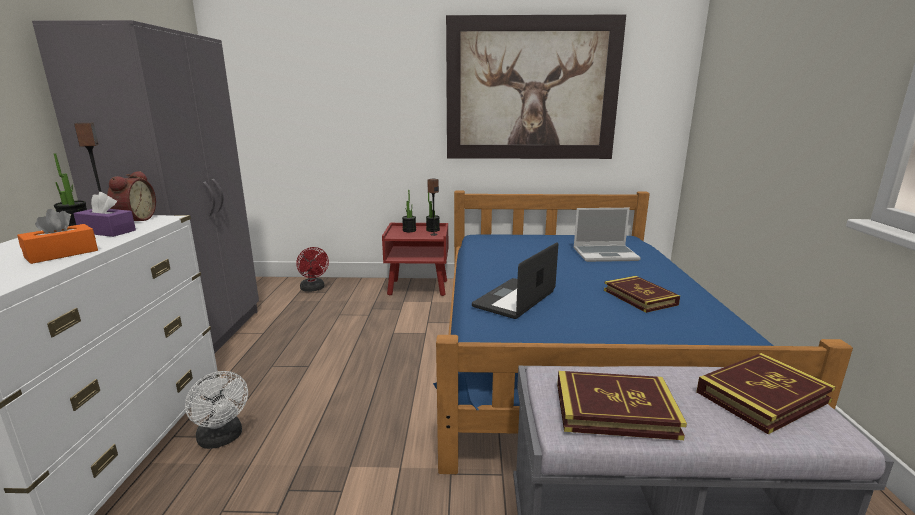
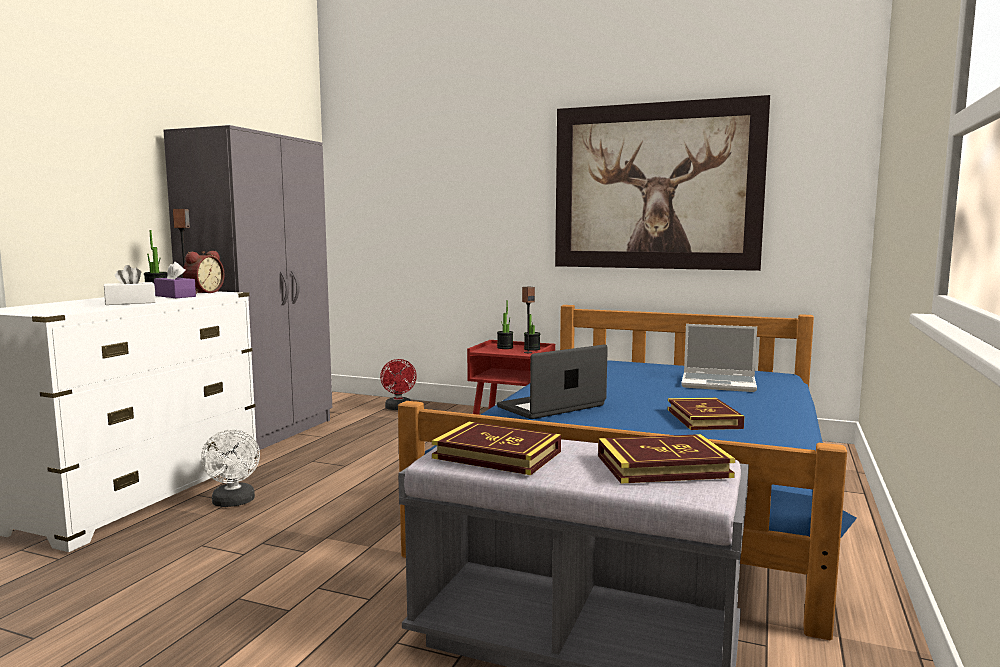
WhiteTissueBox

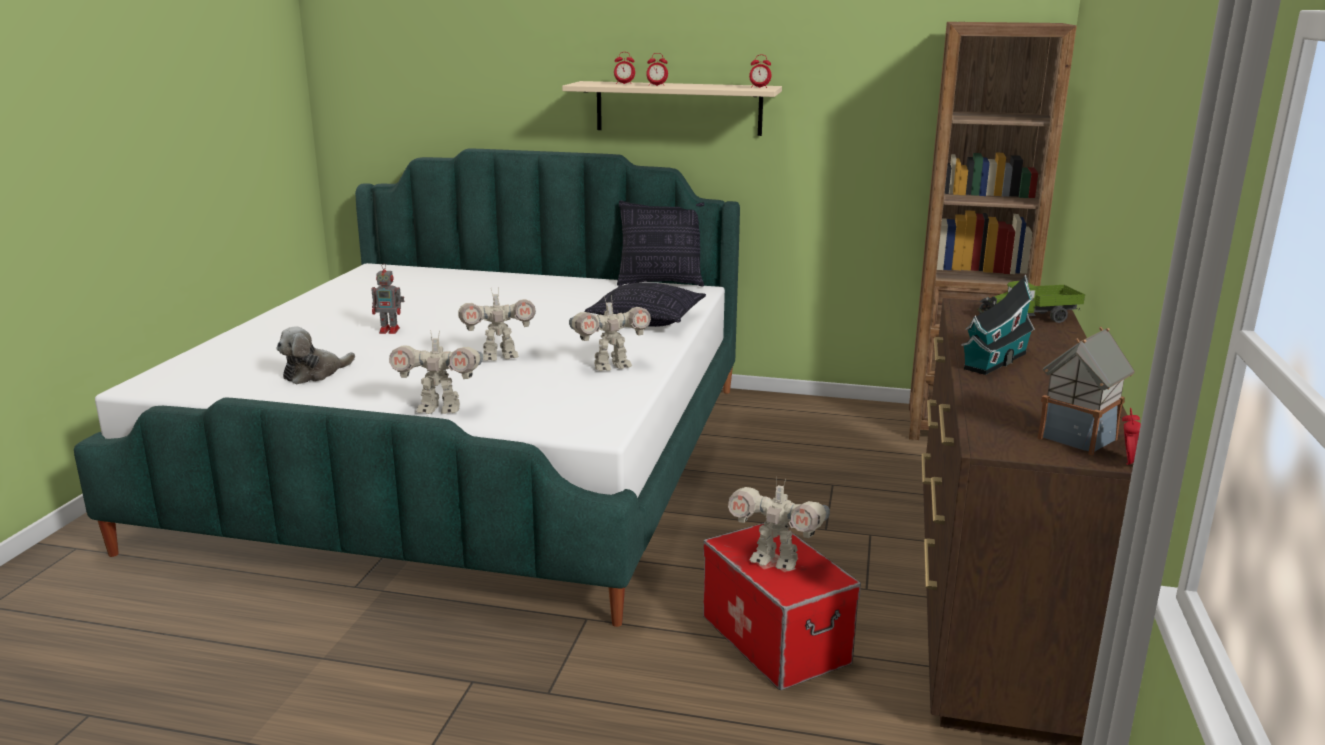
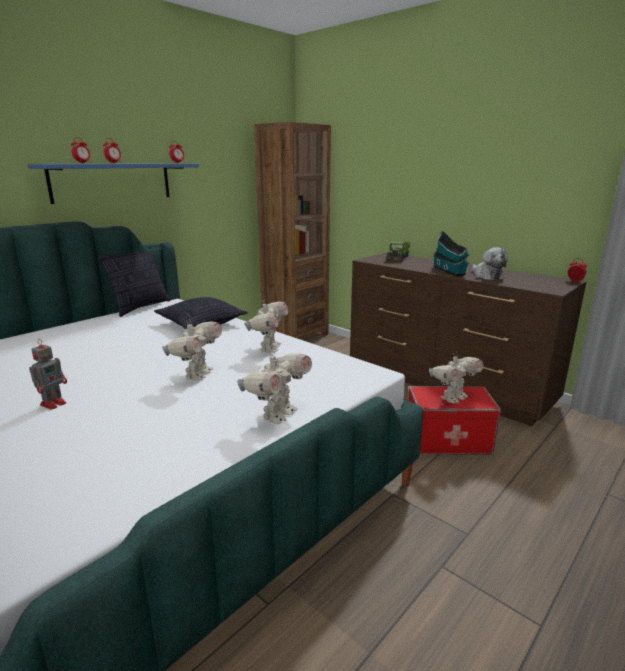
PlushToy
BlueShelf
MiniatureHouse (no. 2 from left in the first image)

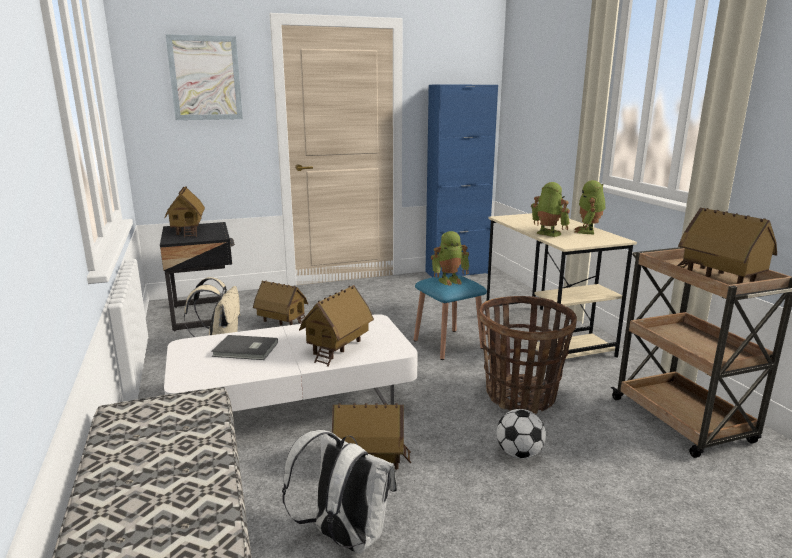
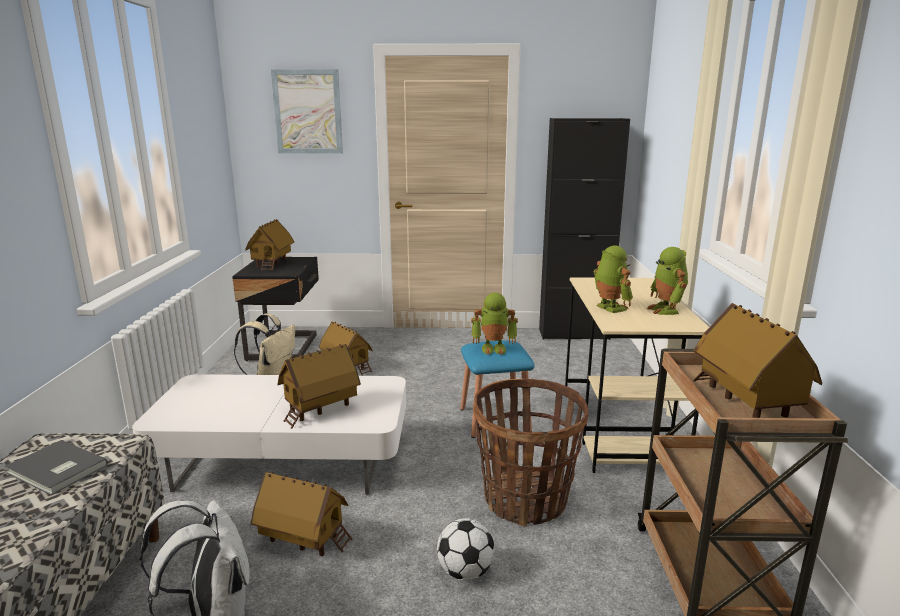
GreyVolume
BlackStorageCabinet
ToyRobot (no. 3 from left)

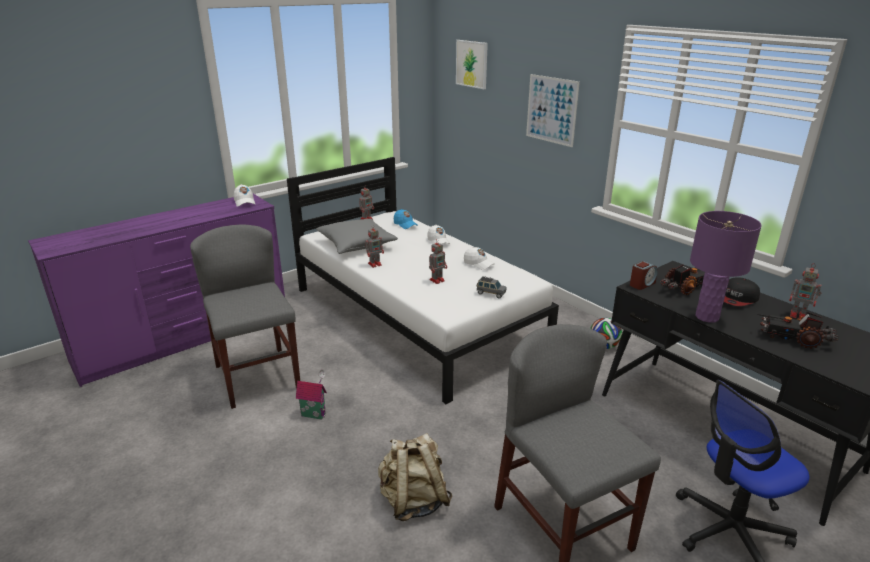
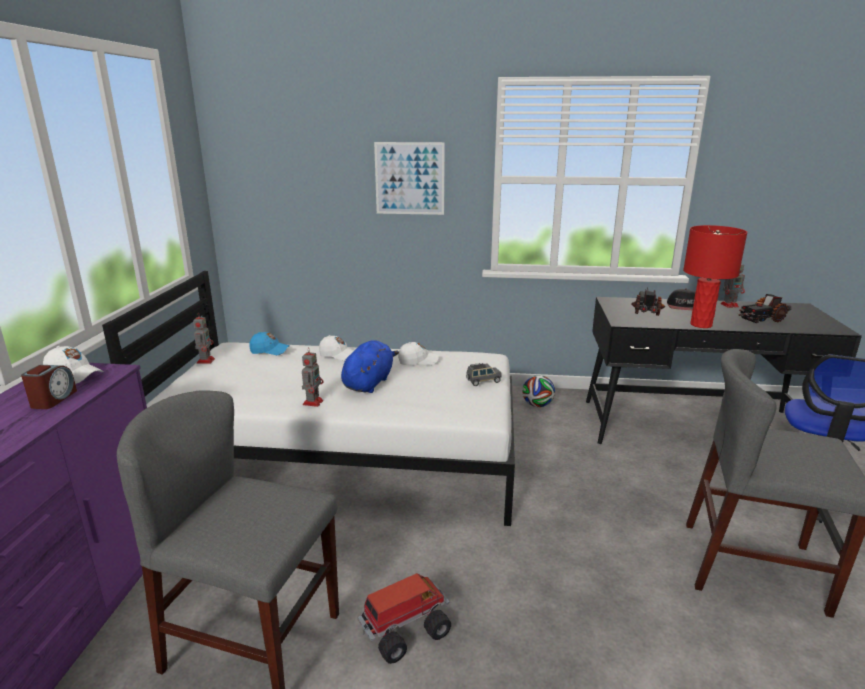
ToyLorry (no. 1 from left)
GreyPillow
BeigeColouredRucksack
ToyRobot (no. 3 from left in the first image)
Picture (no. 1 from left in the first image)
AlarmClock
RedColouredTabletopLamp
BluePlushToy

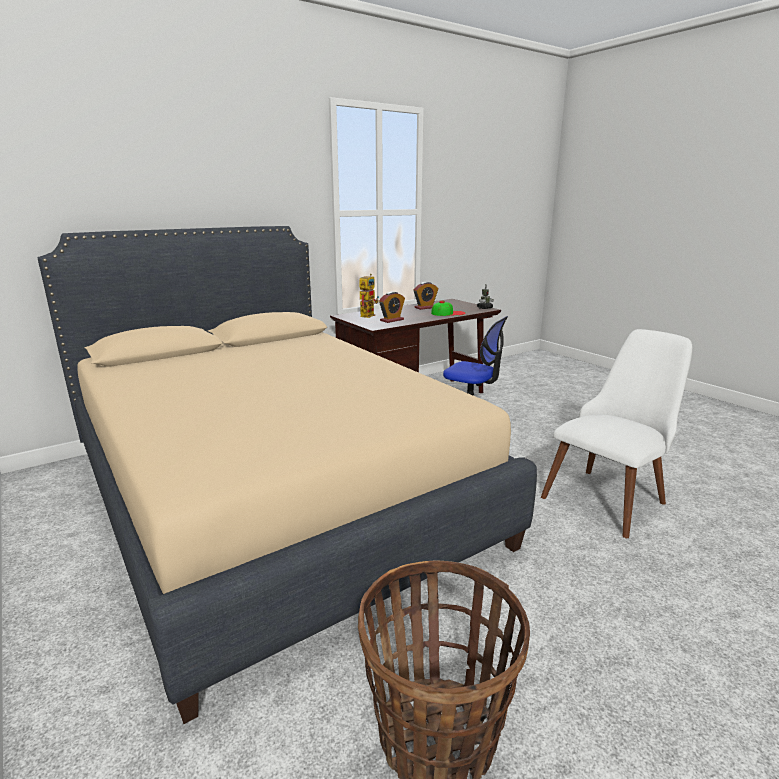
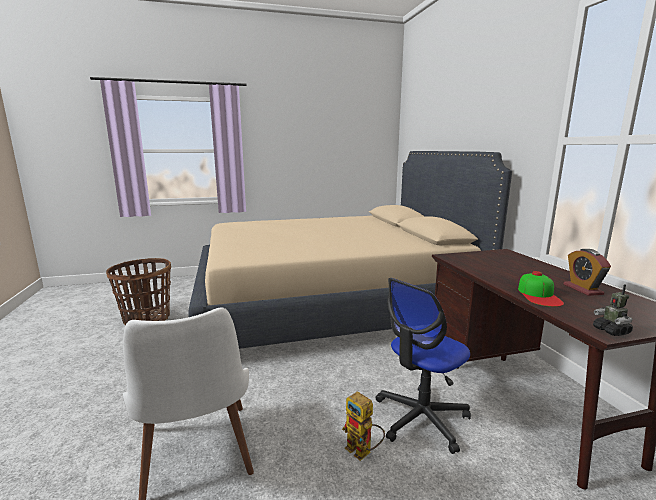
ToyRobot (no. 1 from left)
AlarmClock (no. 1 from left in the first image)

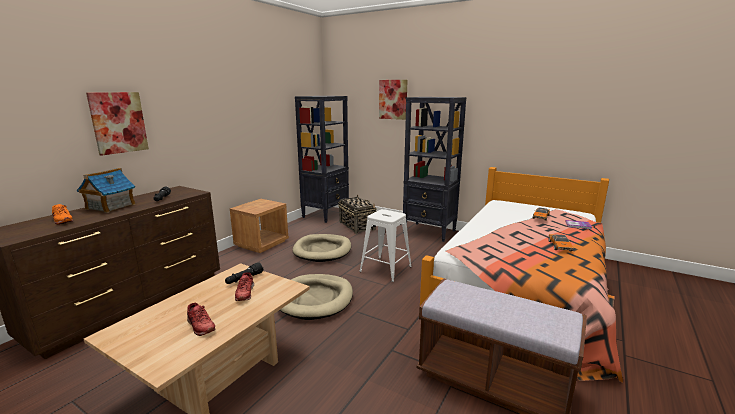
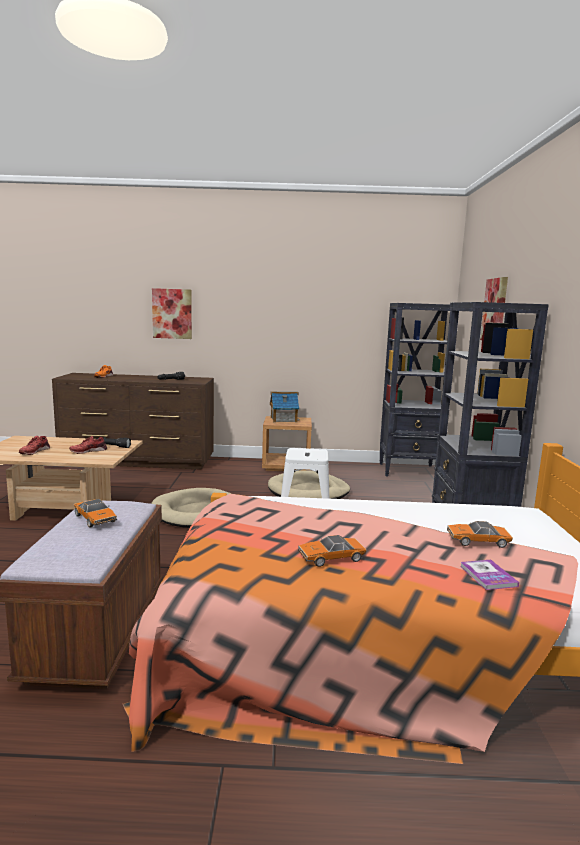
MiniatureHouse
StorageBasket
ToyCar (no. 1 from left)

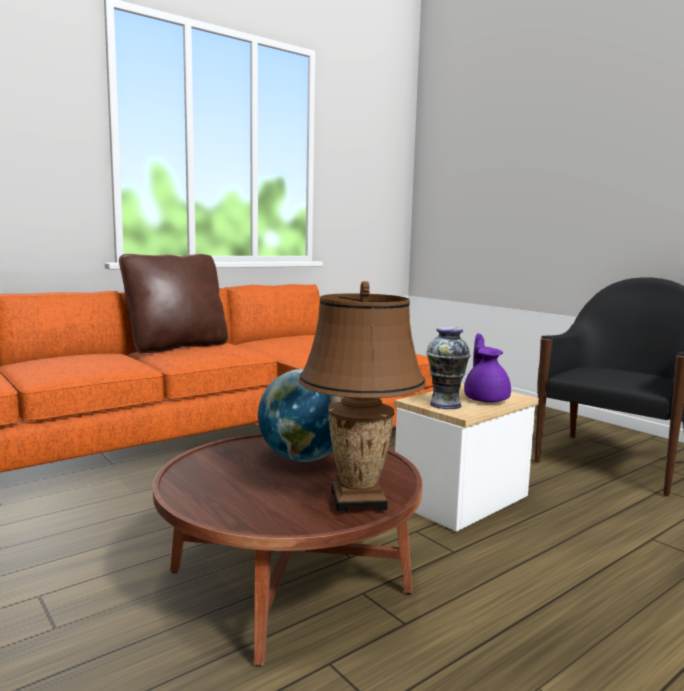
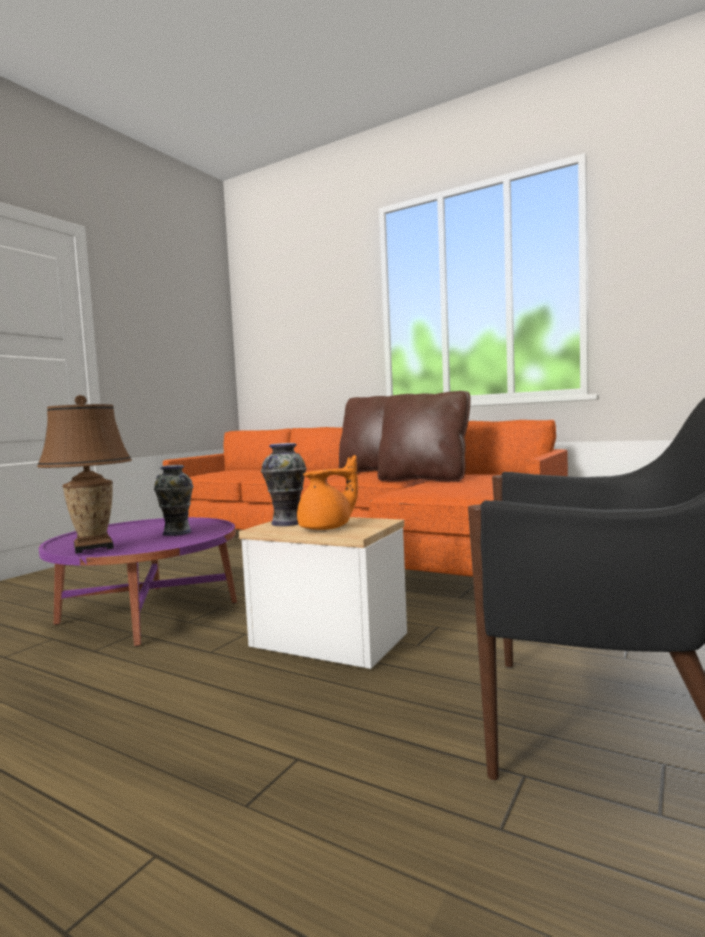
PurpleColouredCoffeeTable
DecorativeVase (no. 1 from left)
OrangeyTeaPot
BrownPillow (no. 2 from left)

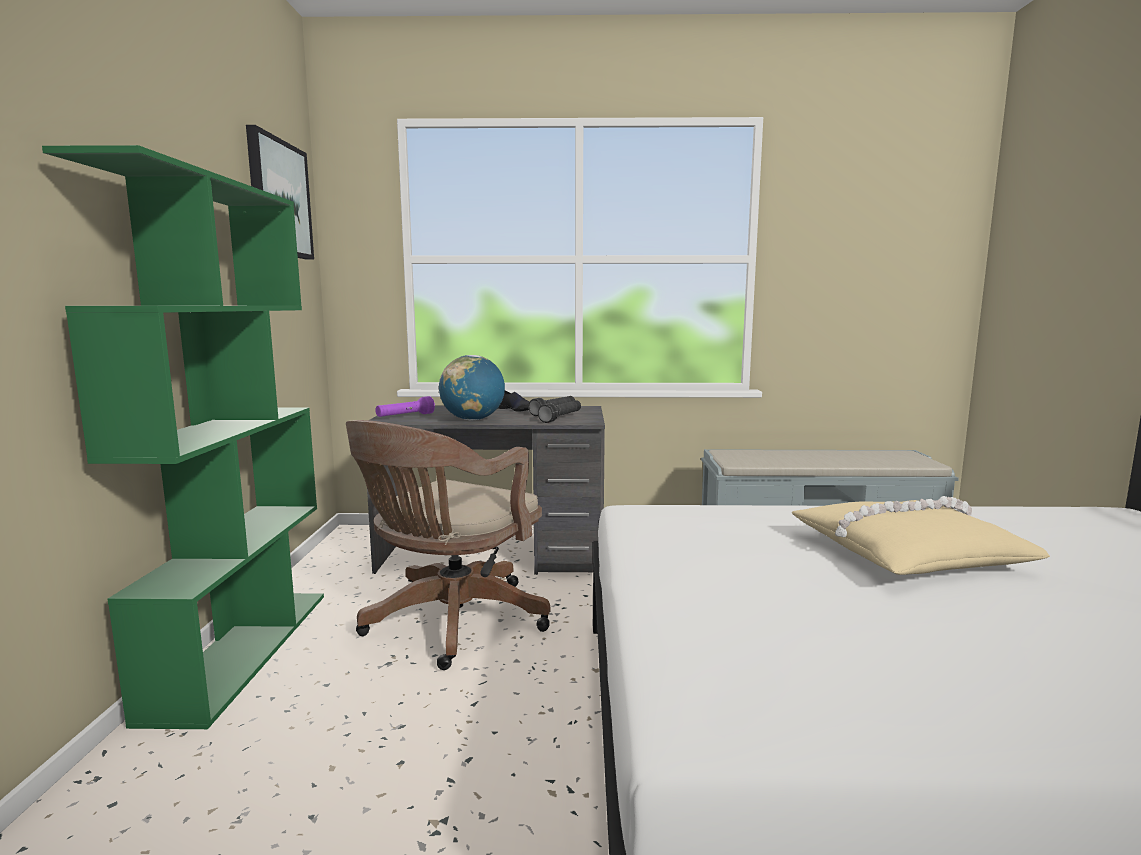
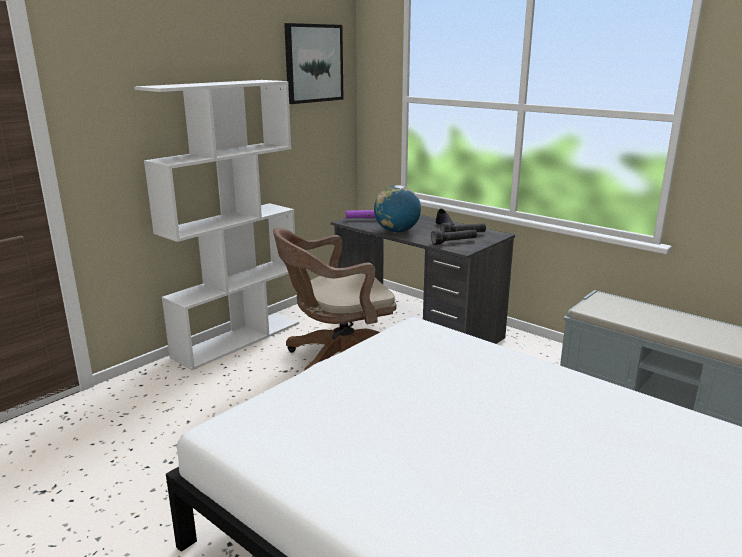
WhiteBookcase
BeigeColouredPillow

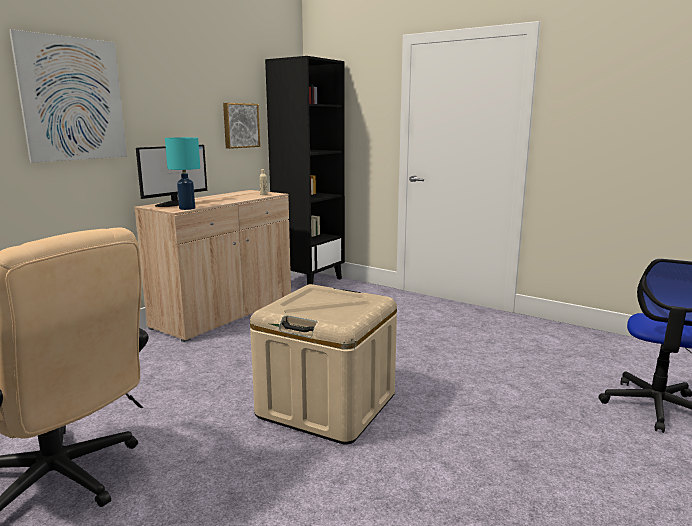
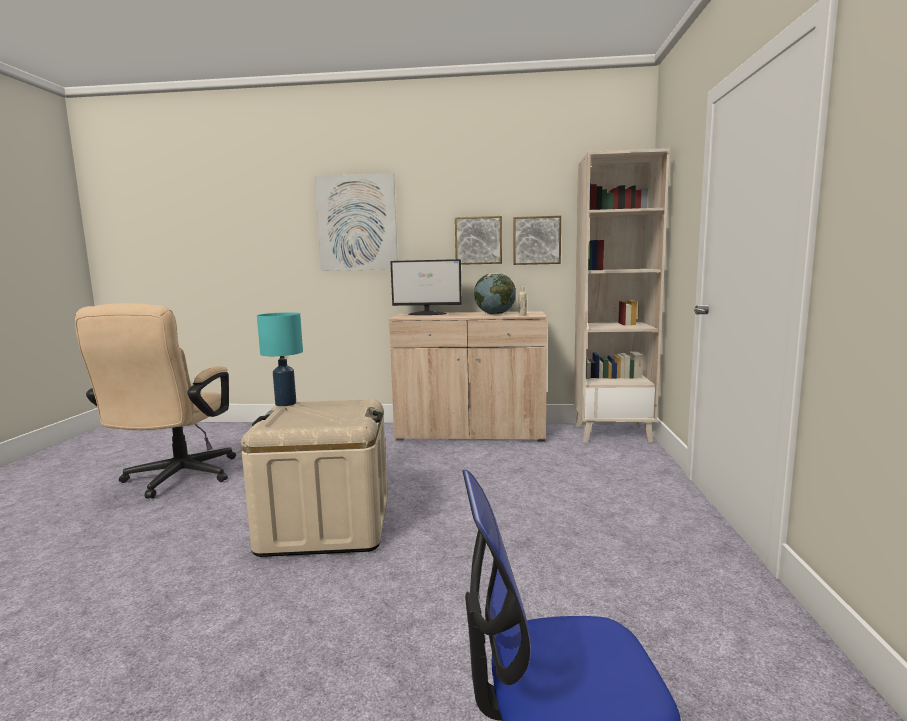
BlueGreenTabletopLamp
BeigeColouredBookcase
Picture (no. 2 from left)
WorldGlobe

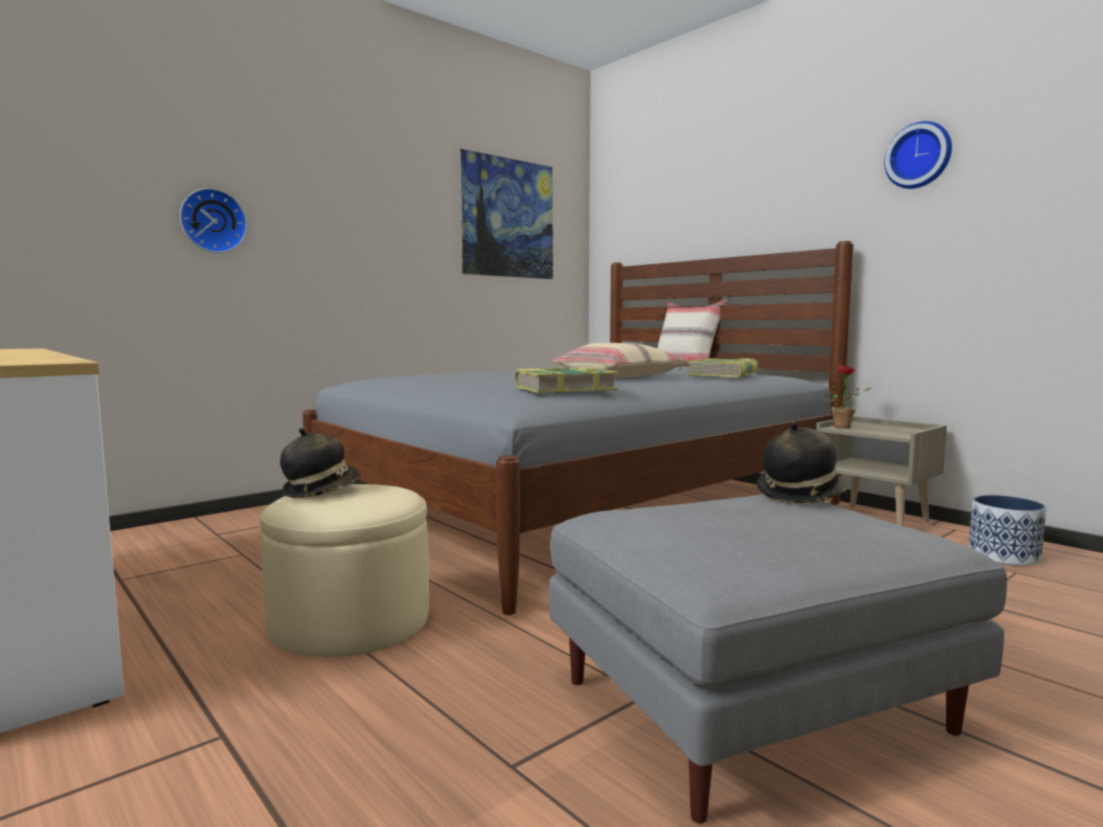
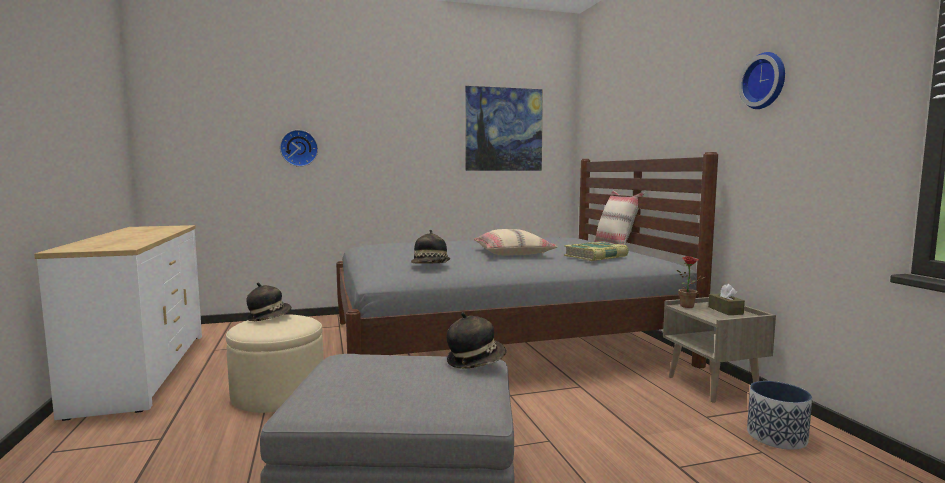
ClothingHat (no. 2 from left)
BrownTissueBox

